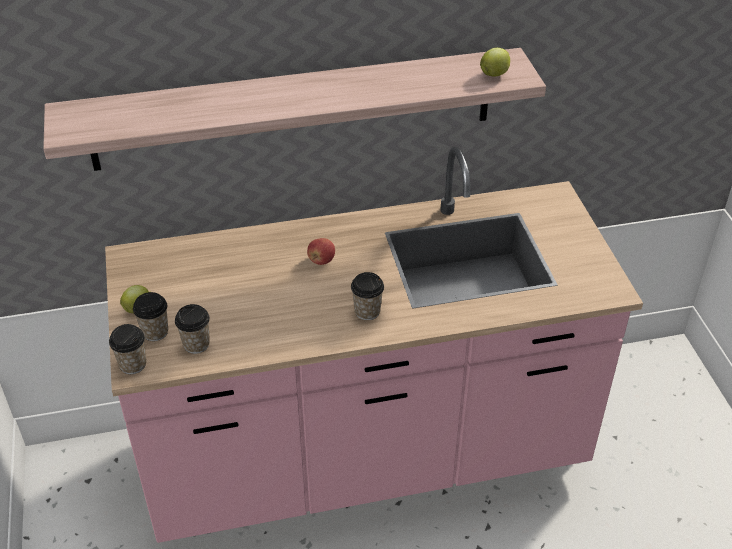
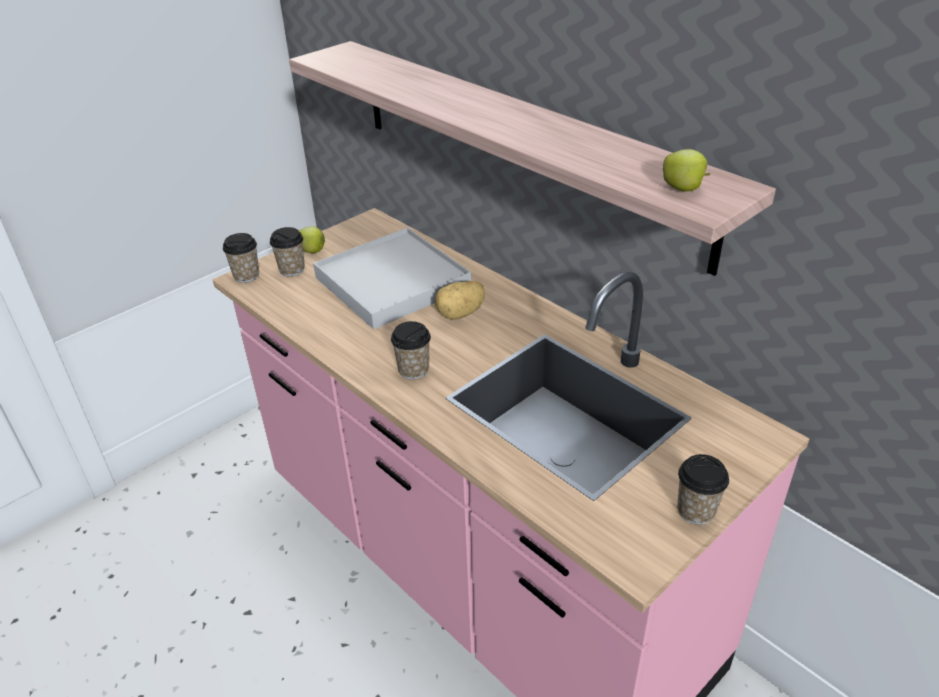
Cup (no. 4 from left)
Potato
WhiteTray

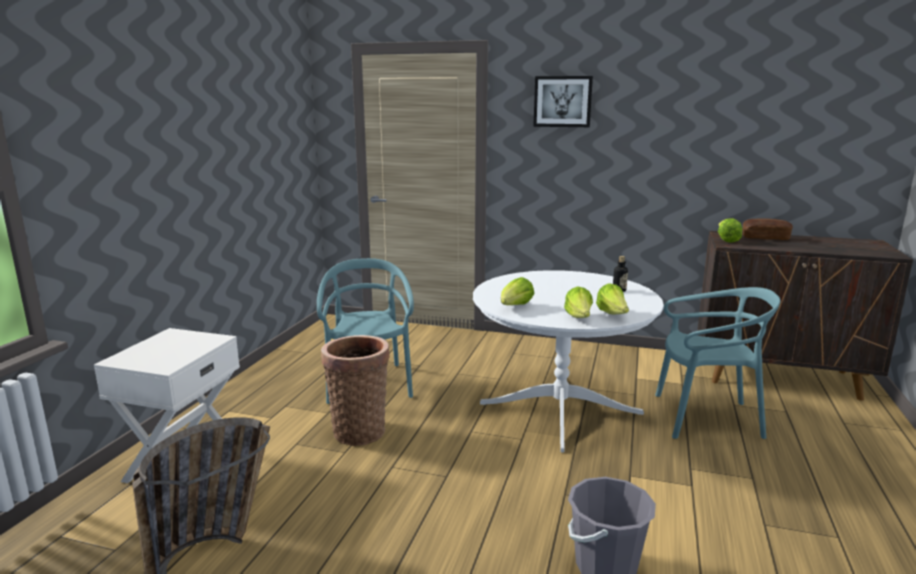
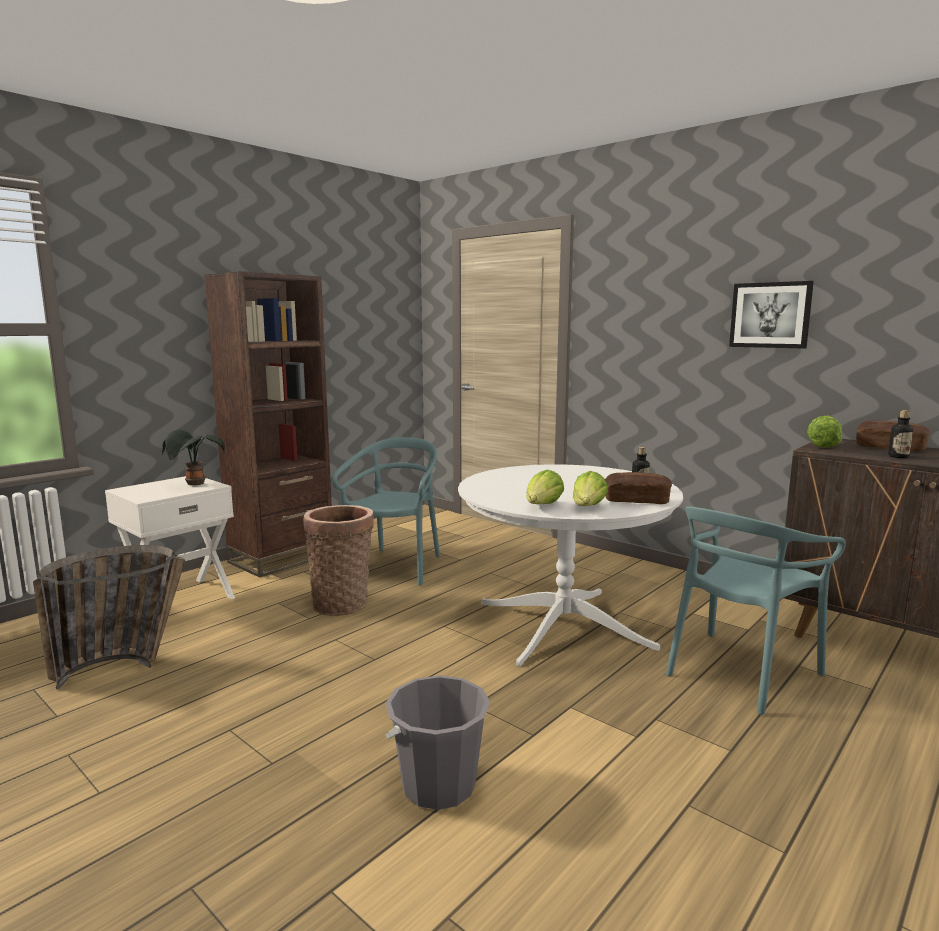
LettuceHead (no. 1 from left in the first image)
Picture
BlueGreenChair (no. 2 from left)
PottedPlant
BrownBookcase
BakedBread (no. 1 from left)
Bottle (no. 2 from left)

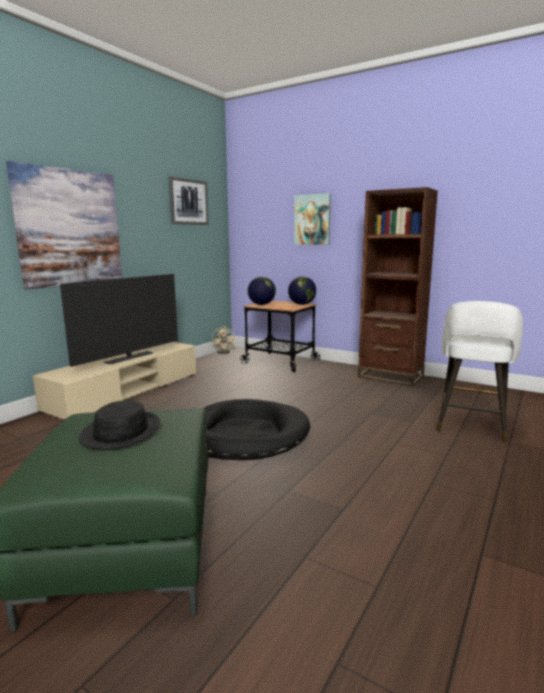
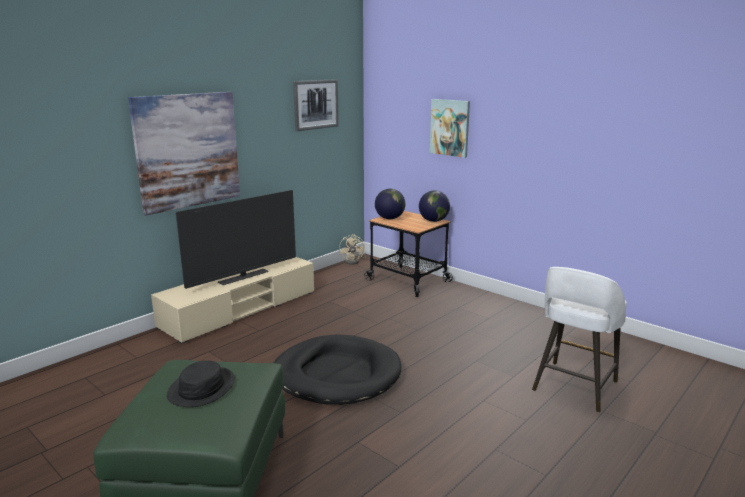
BrownBookcase

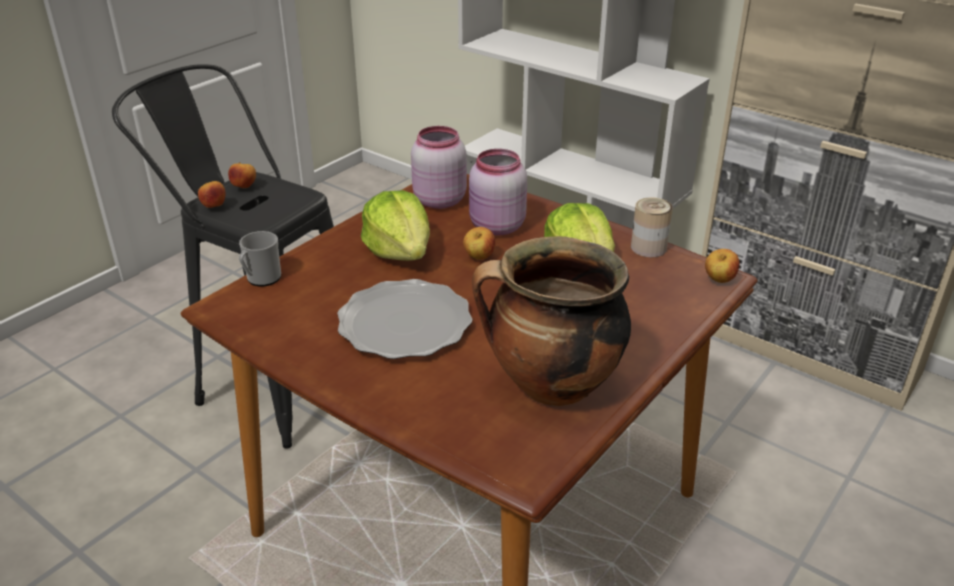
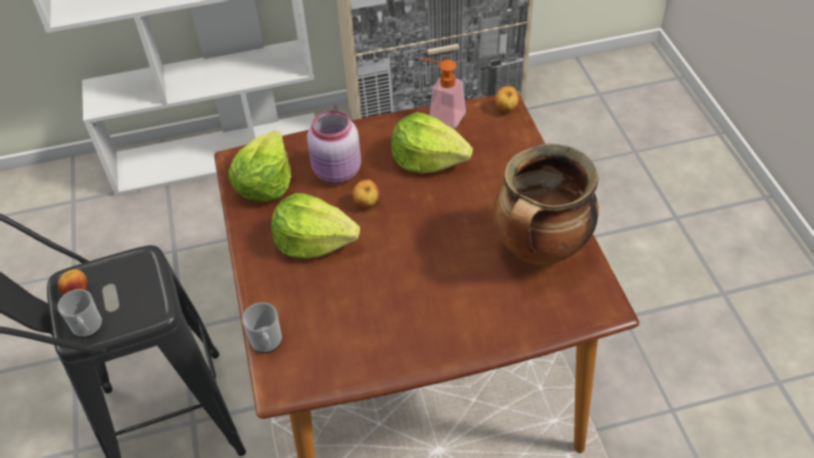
Mug (no. 1 from left)
Plate
LettuceHead (no. 1 from left)
LiquidSoapBottle

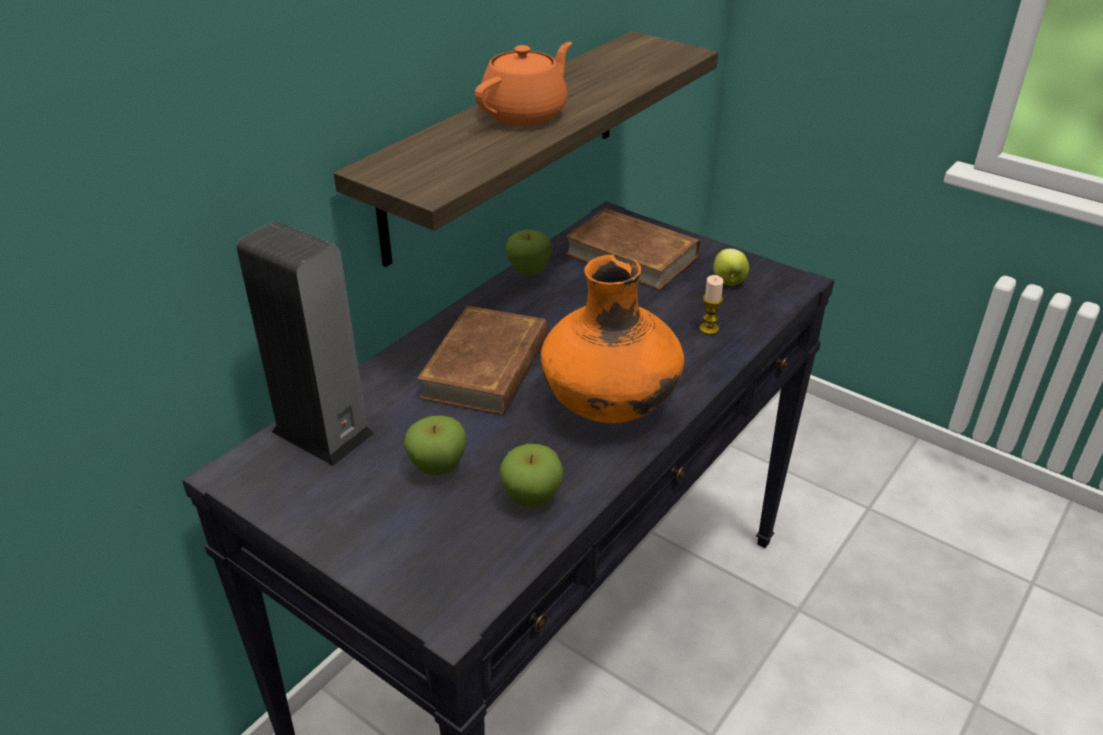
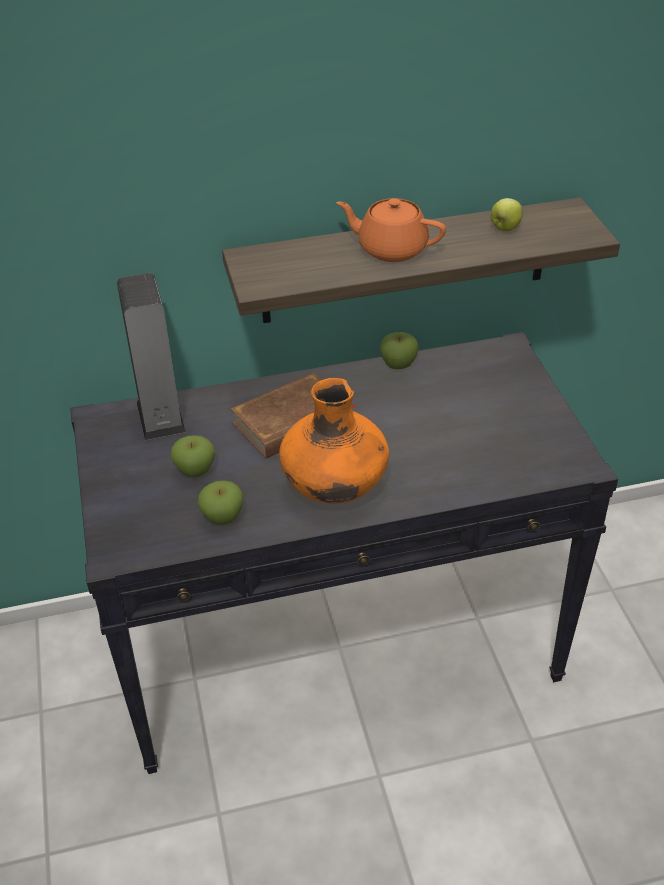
OrangeyTeaPot
BrownVolume (no. 2 from left in the first image)
Candle
WholeApple (no. 4 from left)

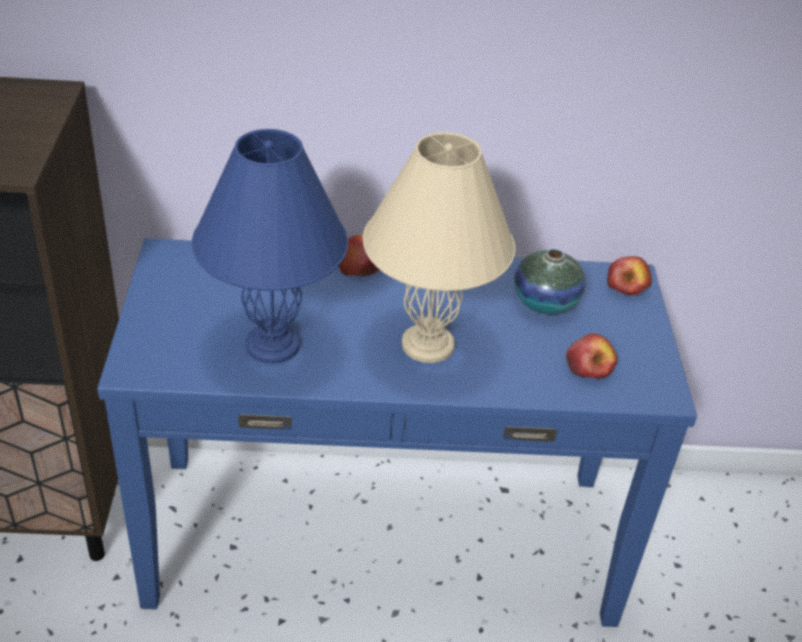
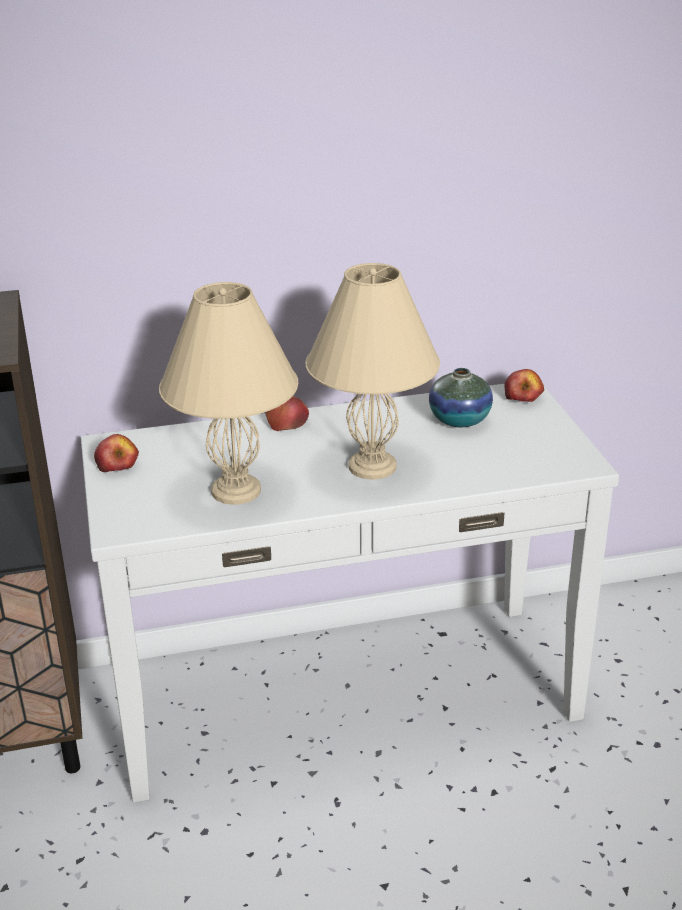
WhiteHallTable
BeigeColouredTabletopLamp (no. 1 from left)
WholeApple (no. 1 from left)

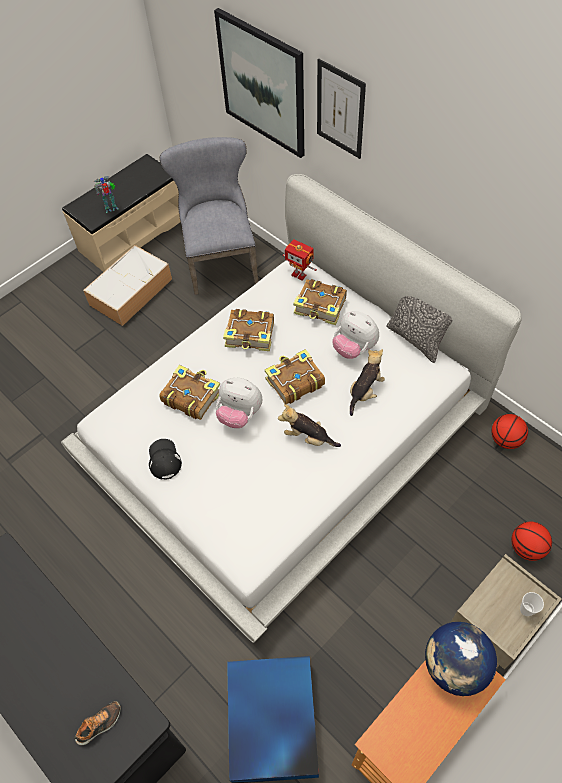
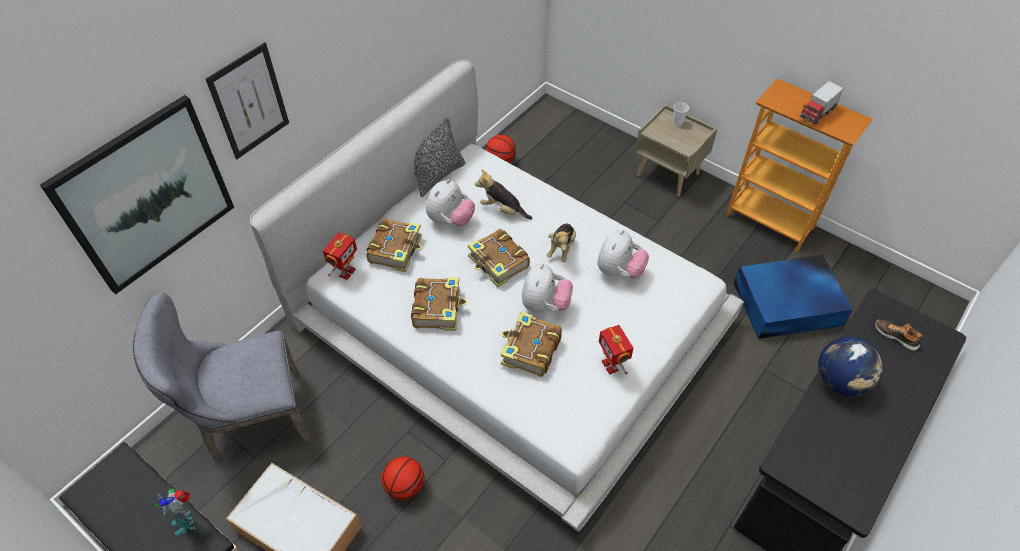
ToyRobot (no. 3 from left)
WorldGlobe
Basketball (no. 1 from left)
PlushToy (no. 5 from left)
ToyLorry

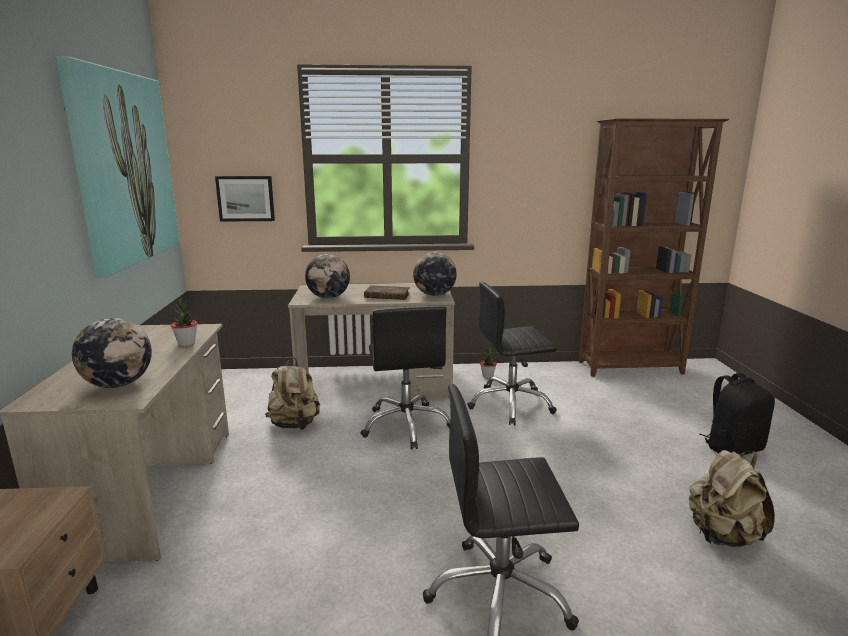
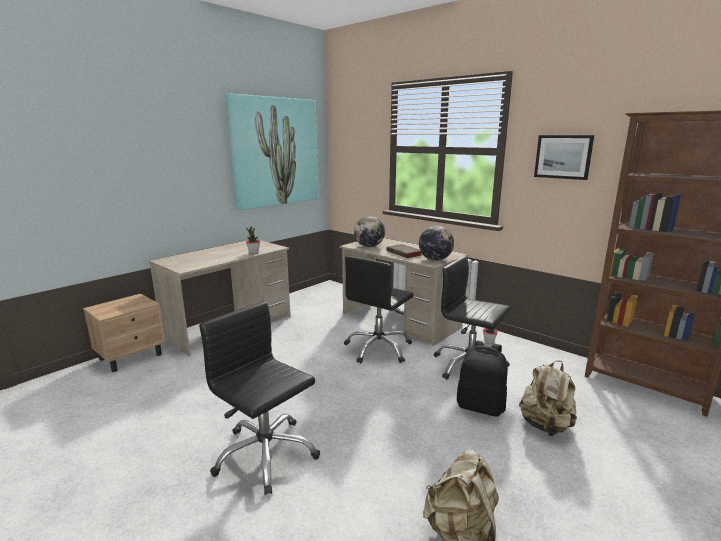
WorldGlobe (no. 1 from left in the first image)
Picture (no. 2 from left)
BeigeColouredRucksack (no. 2 from left)
BlackRucksack

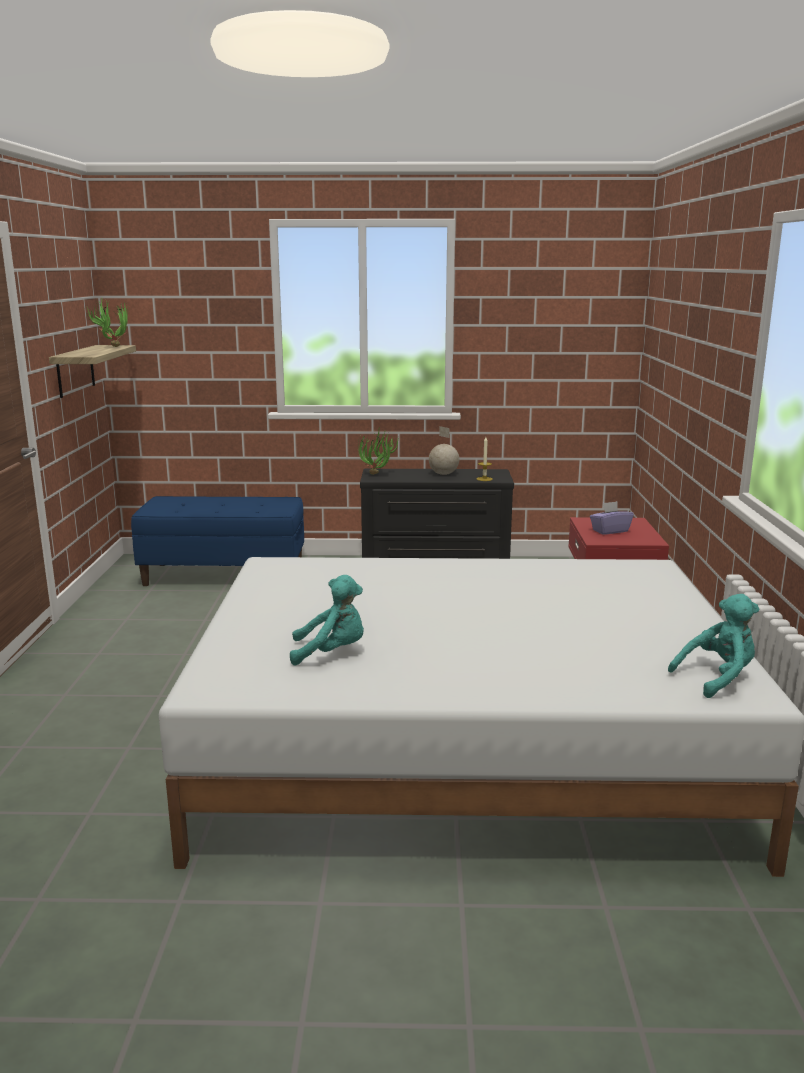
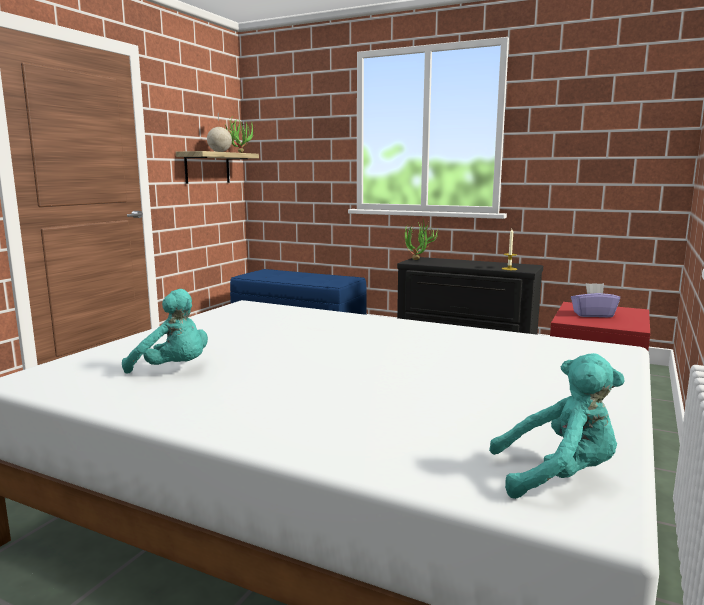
WorldGlobe

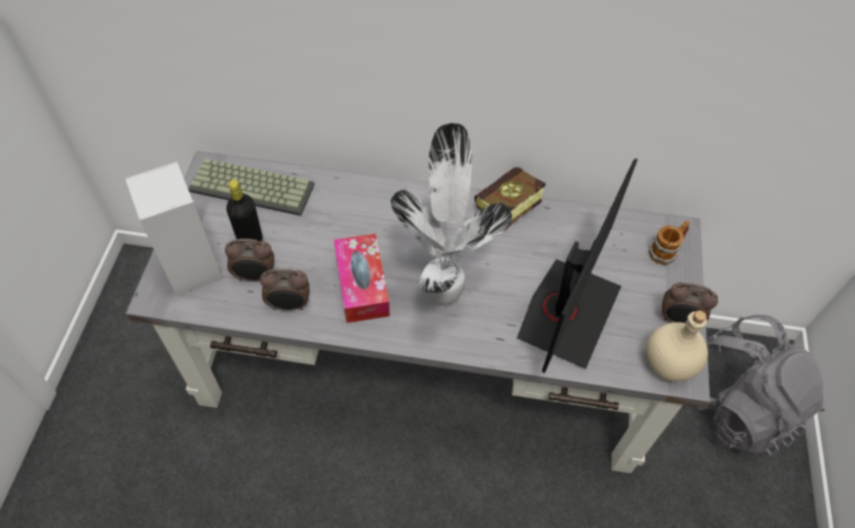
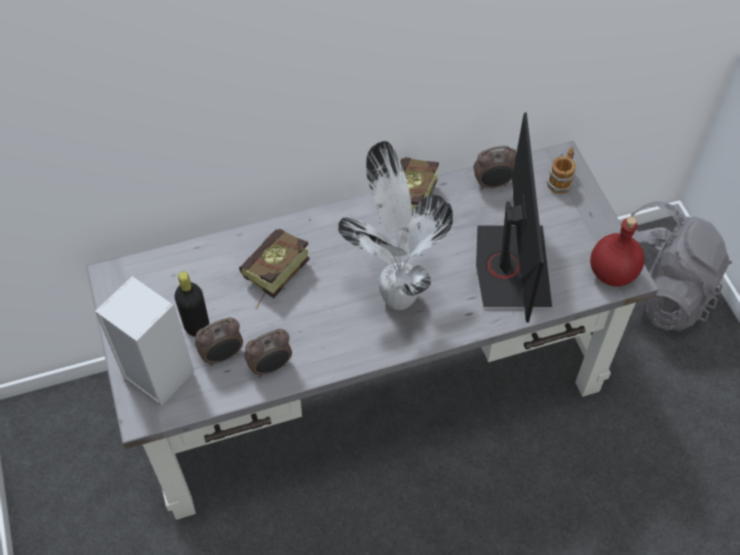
PcKeyboard
TissueBox
RedColouredBottle
AlarmClock (no. 3 from left)
Volume (no. 1 from left)

